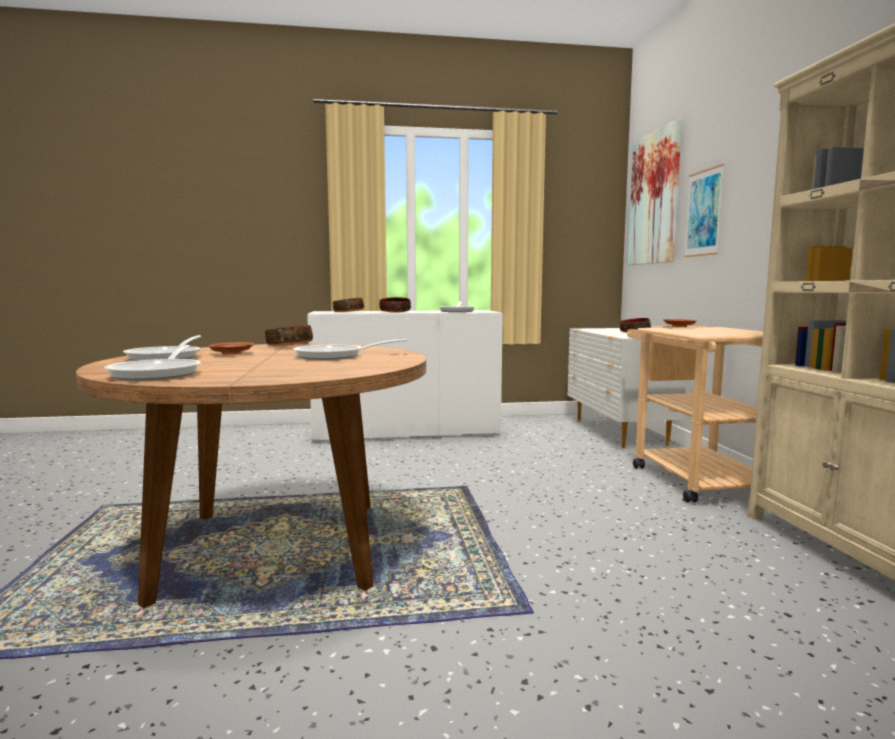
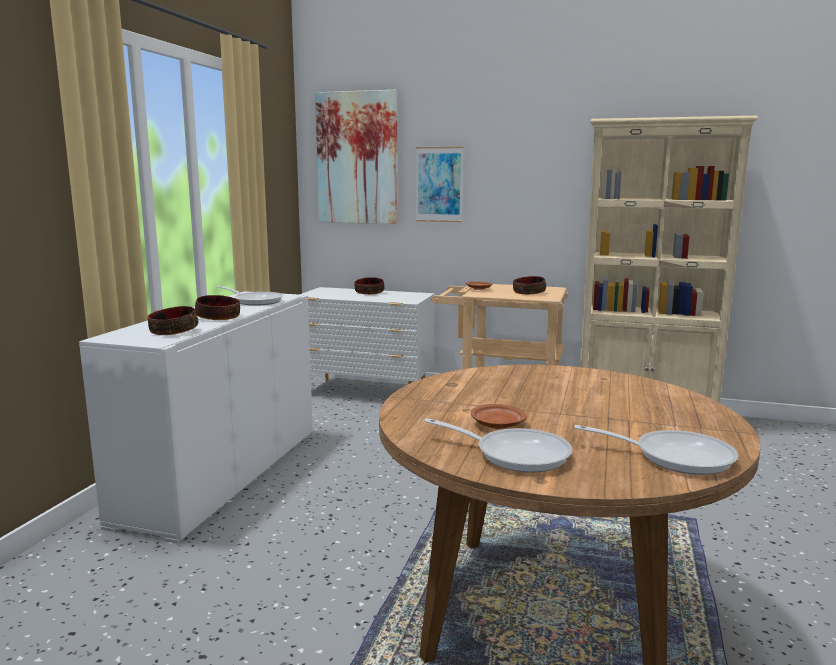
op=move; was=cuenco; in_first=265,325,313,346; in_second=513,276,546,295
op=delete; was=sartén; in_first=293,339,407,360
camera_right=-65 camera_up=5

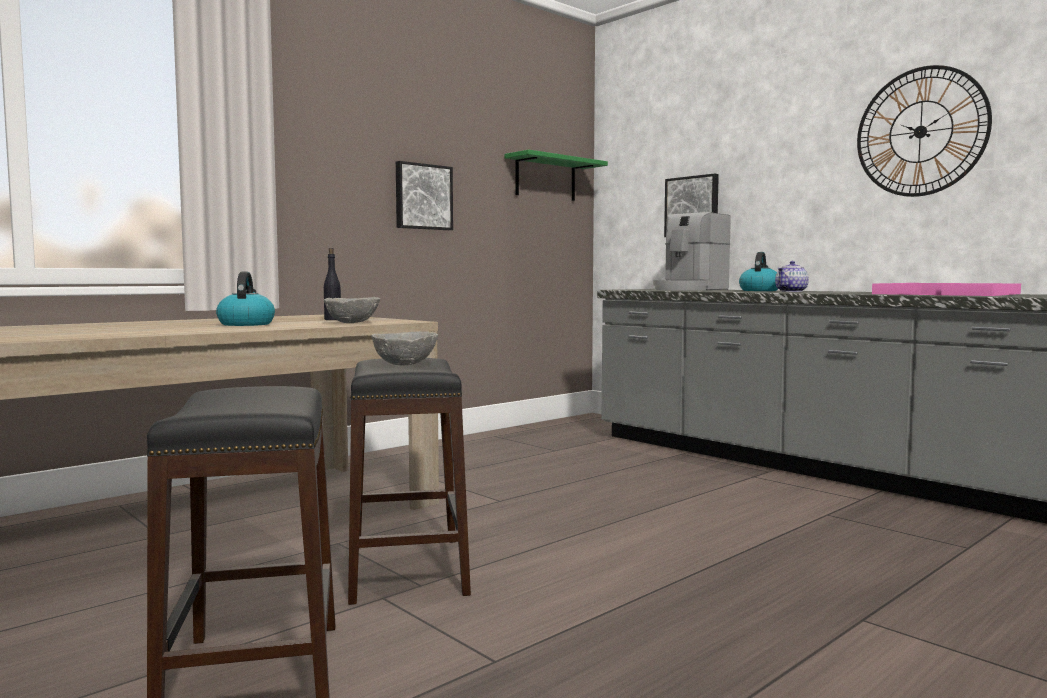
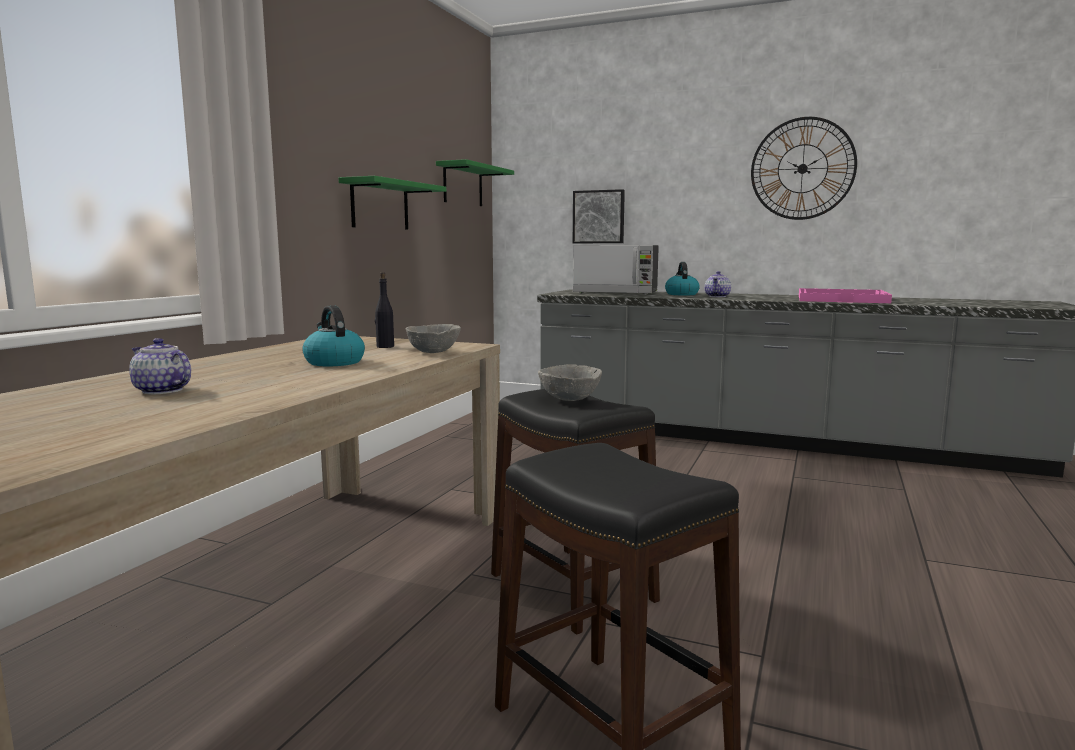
op=replace; was=cuadro; now=estante/verde; in_first=396,161,453,230; in_second=338,176,446,229
op=replace; was=cafetera; now=microondas; in_first=653,212,731,291; in_second=573,245,659,295
op=insert; now=tetera; in_second=129,338,191,394
camera_right=-25 camera_up=5

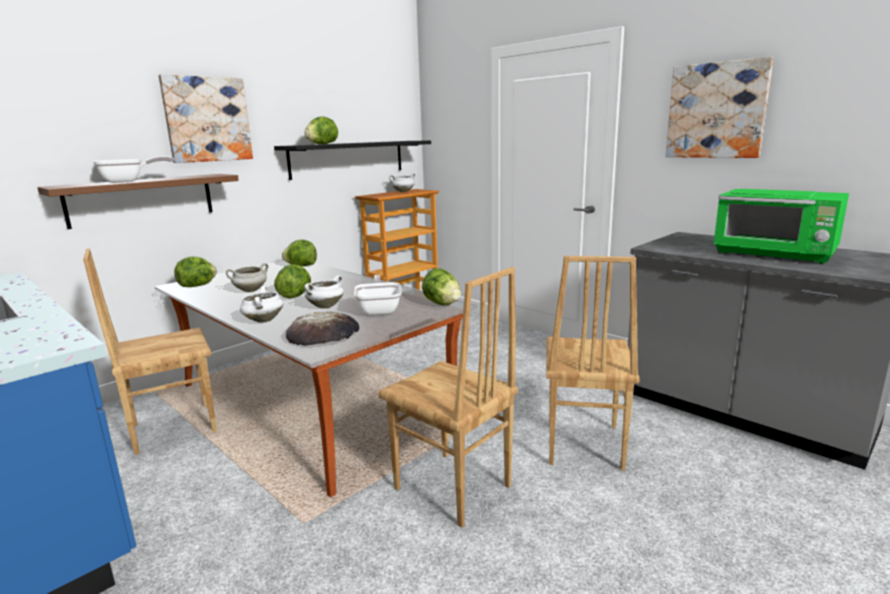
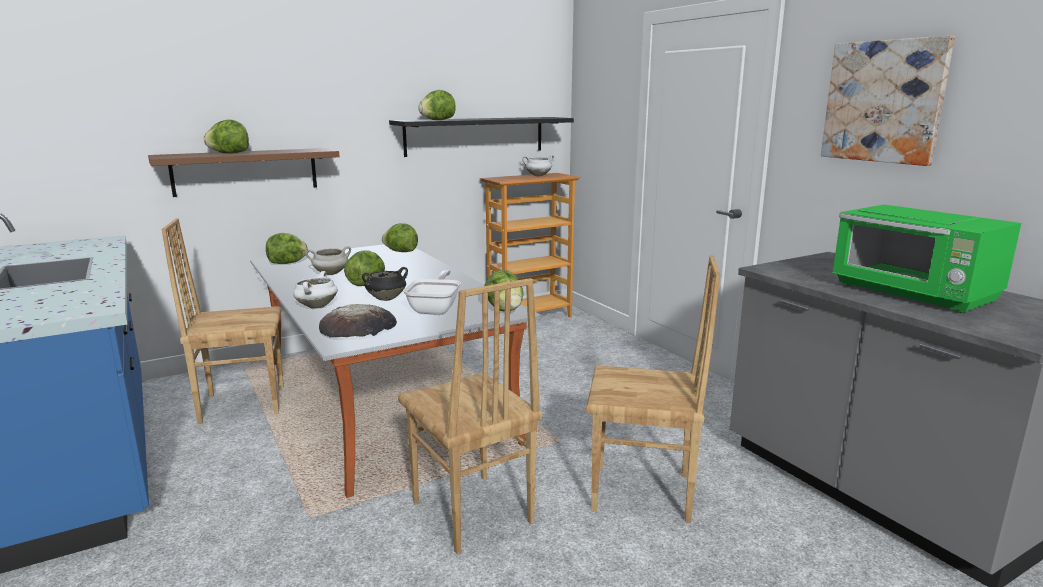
op=replace; was=sartén; now=lechuga; in_first=93,156,175,183; in_second=204,120,249,154
op=delete; was=cuadro; in_first=159,74,253,163
op=recolor; was=olla/blanco; now=olla/negro; in_first=304,275,344,308; in_second=362,267,408,301
op=rotate; was=silla/marrón; in_first=546,256,640,471; in_second=586,255,720,523; clockwise=-105
camera_right=15 camera_up=0

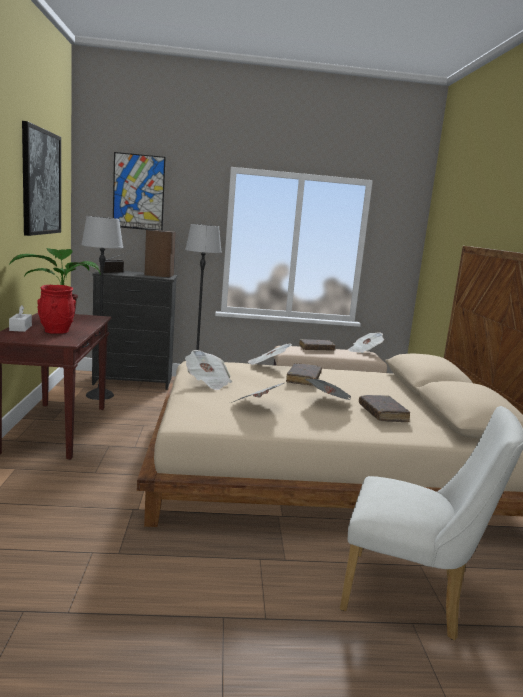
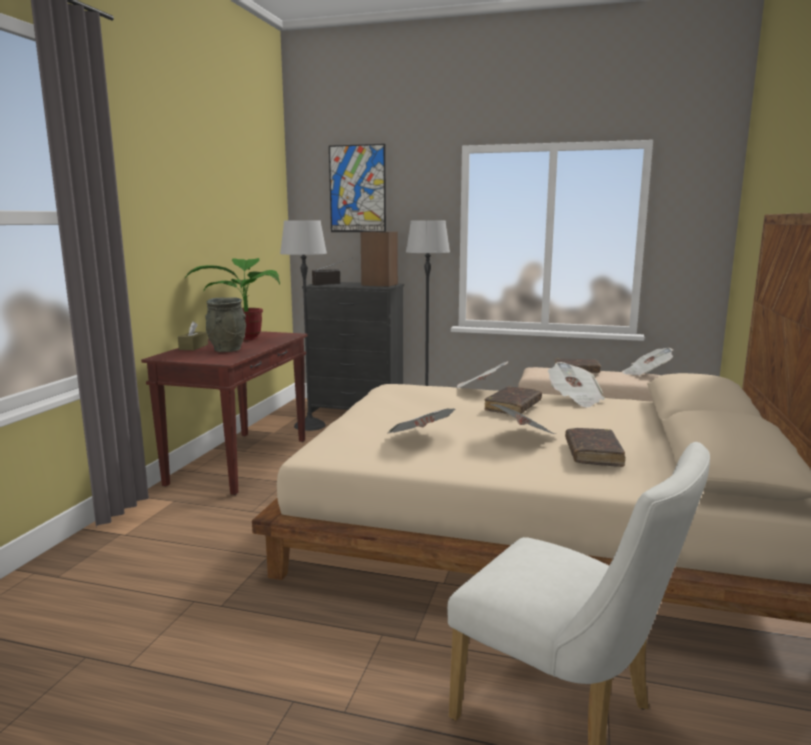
op=recolor; was=caja de pañuelos/blanco; now=caja de pañuelos/marrón; in_first=9,305,32,332; in_second=178,321,208,350
op=delete; was=cuadro; in_first=22,121,61,236
op=recolor; was=florero/rojo; now=florero/gris; in_first=37,285,76,334; in_second=205,297,246,352
op=move; was=periódico; in_first=185,350,232,390; in_second=548,362,605,408
camera_right=20 camera_up=0

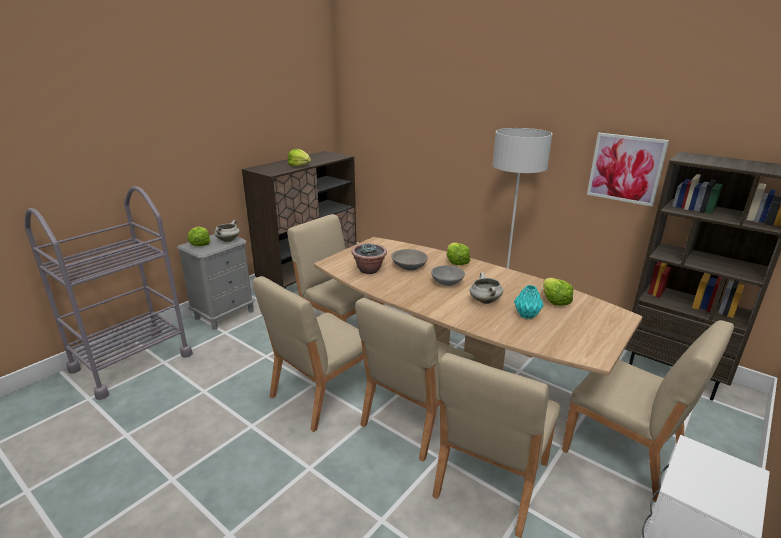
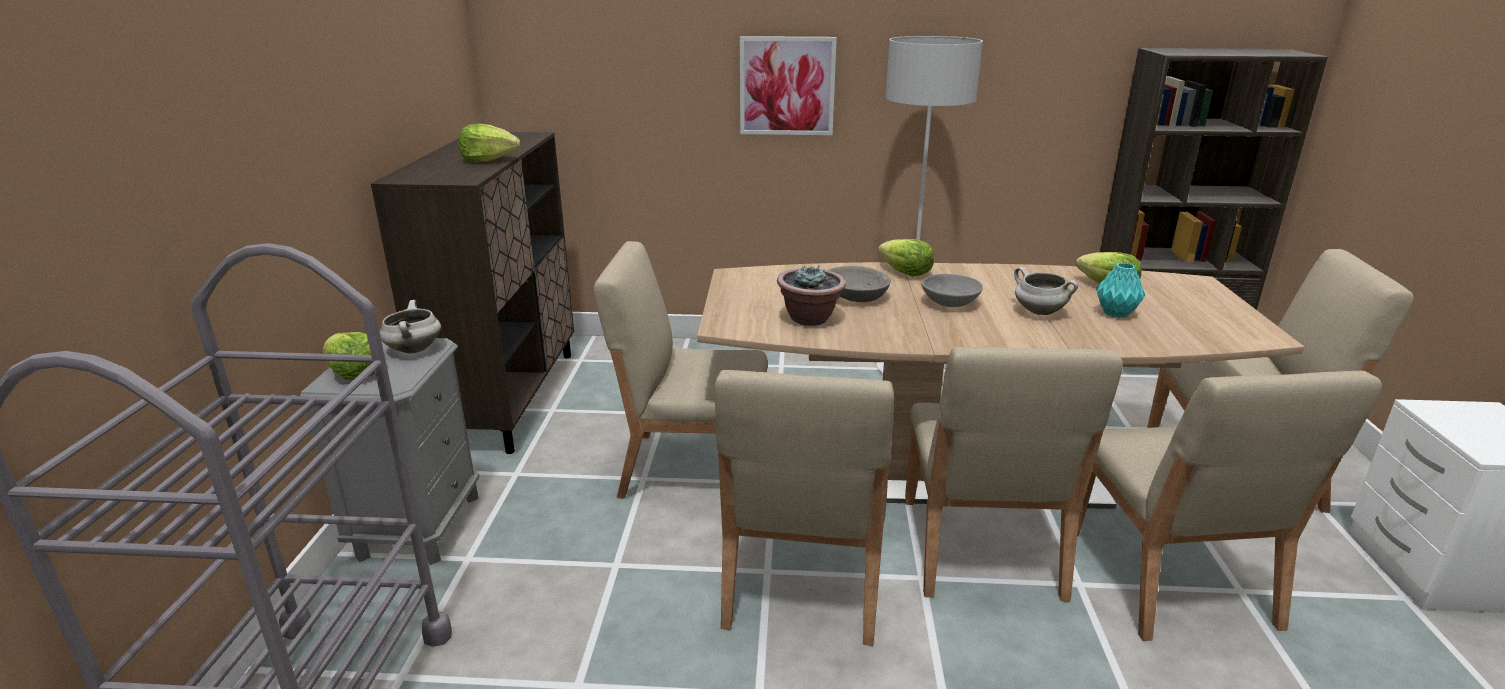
op=move; was=cuadro; in_first=587,133,669,206; in_second=740,36,837,135
camera_right=-35 camera_up=0

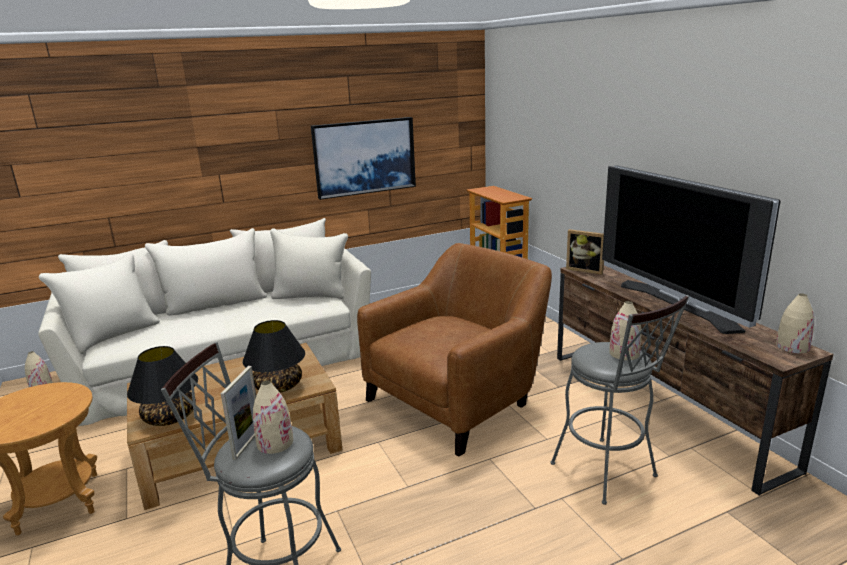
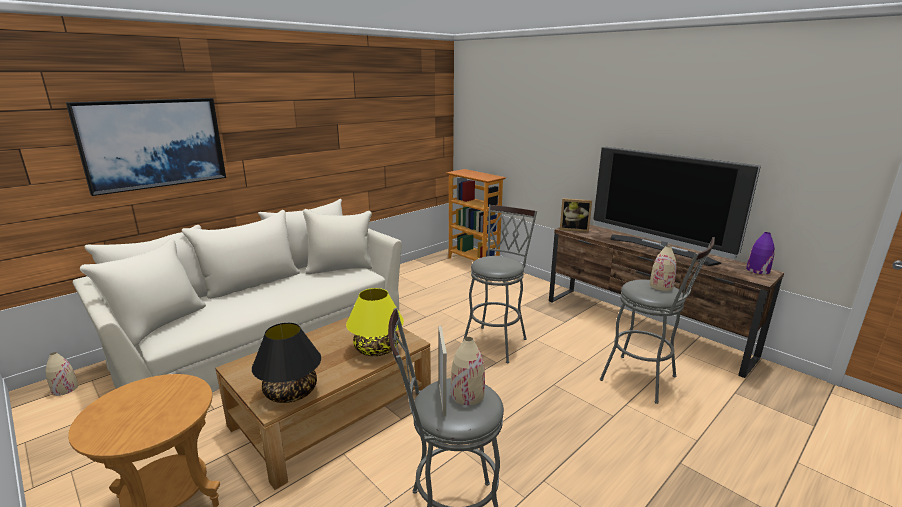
op=recolor; was=lámpara de mesa/negro; now=lámpara de mesa/amarillo; in_first=242,320,305,393; in_second=346,288,404,356
op=move; was=cuadro; in_first=311,117,416,200; in_second=66,98,226,196
op=replace; was=sillón/marrón; now=taburete/gris; in_first=357,243,552,456; in_second=463,204,537,363
op=recolor; was=florero/beis; now=florero/morado; in_first=776,294,814,354; in_second=746,232,775,274
camera_right=-20 camera_up=0

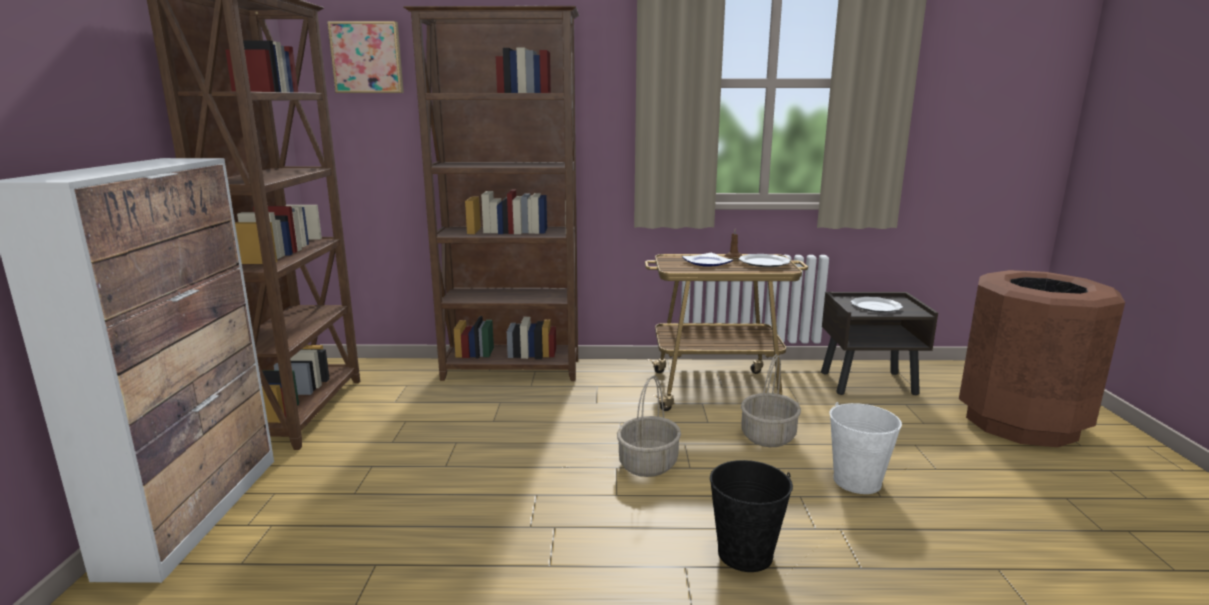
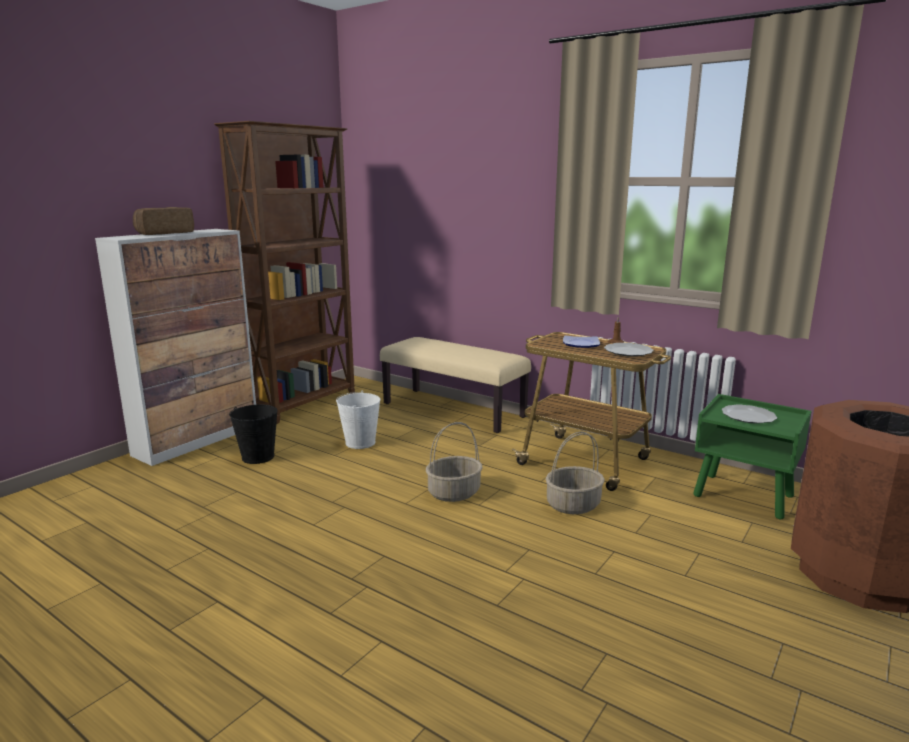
op=delete; was=cuadro; in_first=327,21,404,93
op=replace; was=estantería/marrón; now=banco/beis; in_first=403,6,579,381; in_second=380,337,531,433
op=move; was=cubo/negro; in_first=710,460,793,572; in_second=229,404,278,464
op=recolor; was=mesita de noche/marrón; now=mesita de noche/verde; in_first=821,292,938,395; in_second=693,394,812,519
op=move; was=cubo/blanco; in_first=829,402,902,494; in_second=336,391,380,449
op=insert; now=pan; in_second=133,207,194,235
camera_right=35 camera_up=0

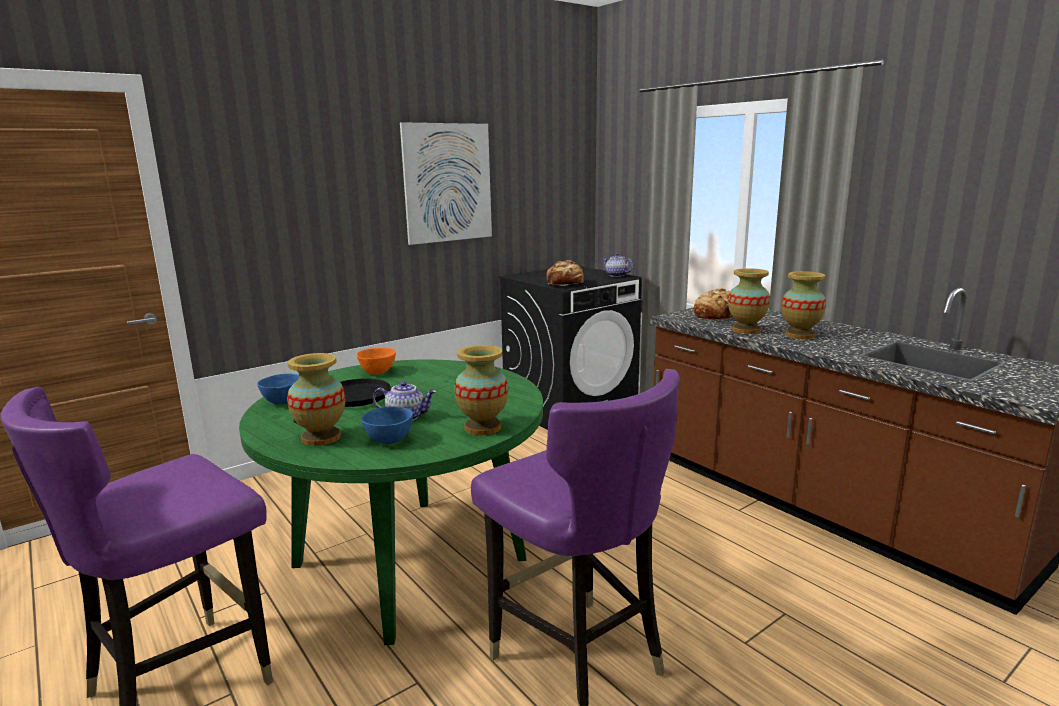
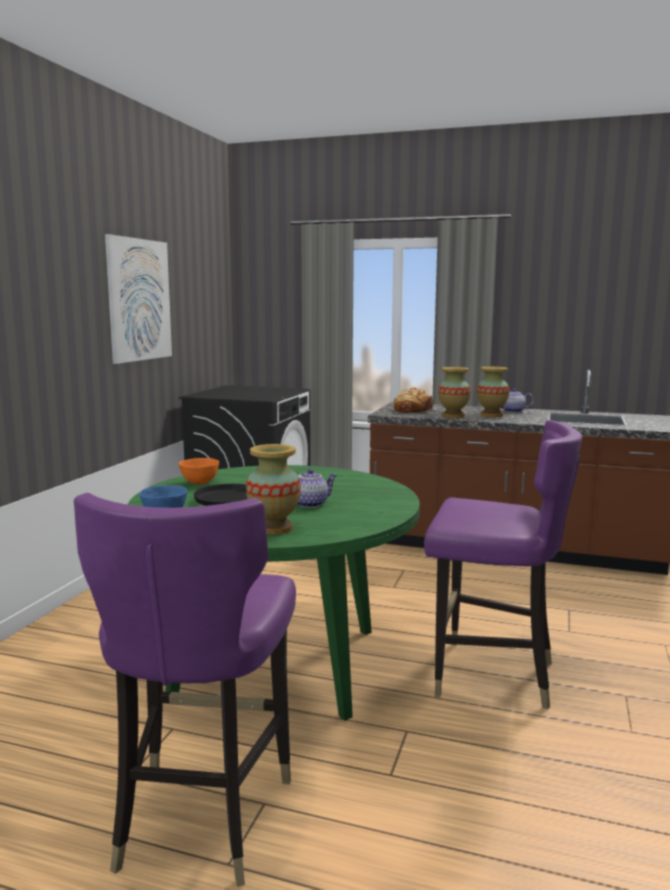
op=delete; was=cuenco/azul; in_first=361,407,413,444
op=delete; was=florero; in_first=454,345,508,435
op=delete; was=pan; in_first=546,260,584,286
op=move; was=tetera; in_first=602,253,633,277; in_second=501,389,534,413
camera_right=-35 camera_up=-5

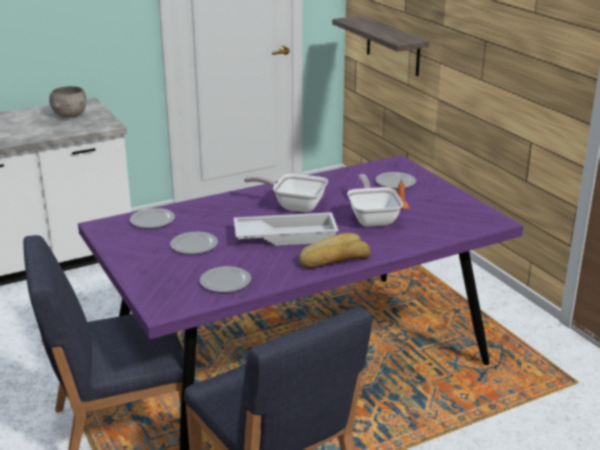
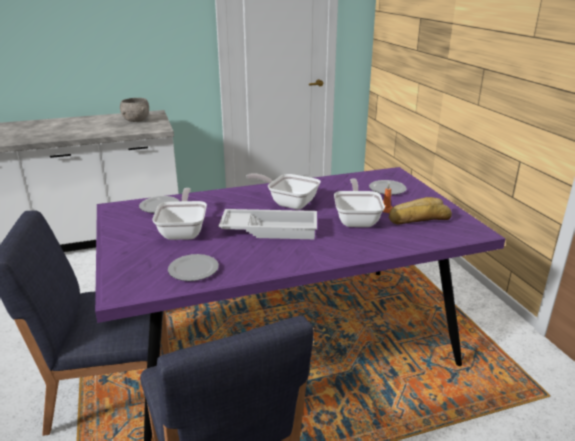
op=replace; was=plato; now=sartén; in_first=170,232,218,254; in_second=152,188,207,240
op=move; was=pan; in_first=299,233,371,269; in_second=389,197,452,224
op=delete; was=estante; in_first=332,15,429,76
camera_right=10 camera_up=0

